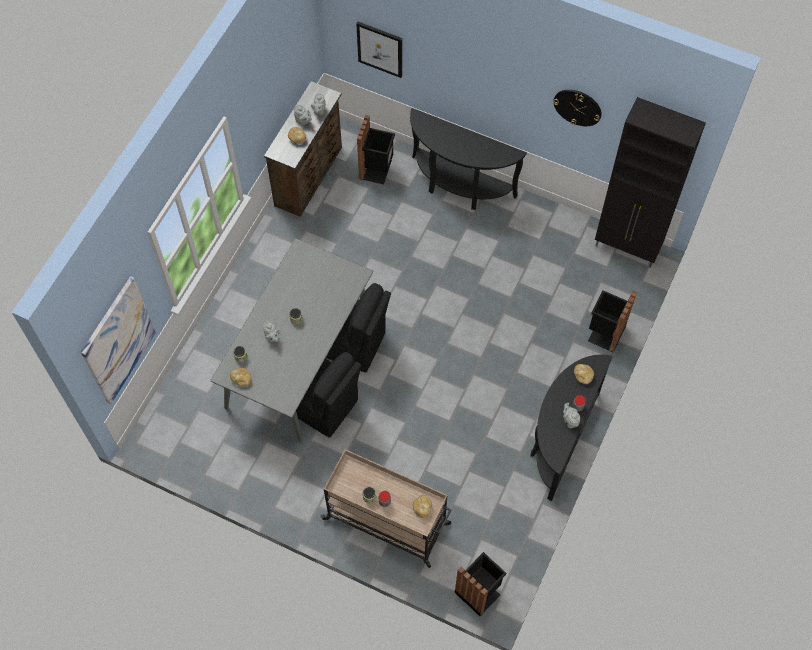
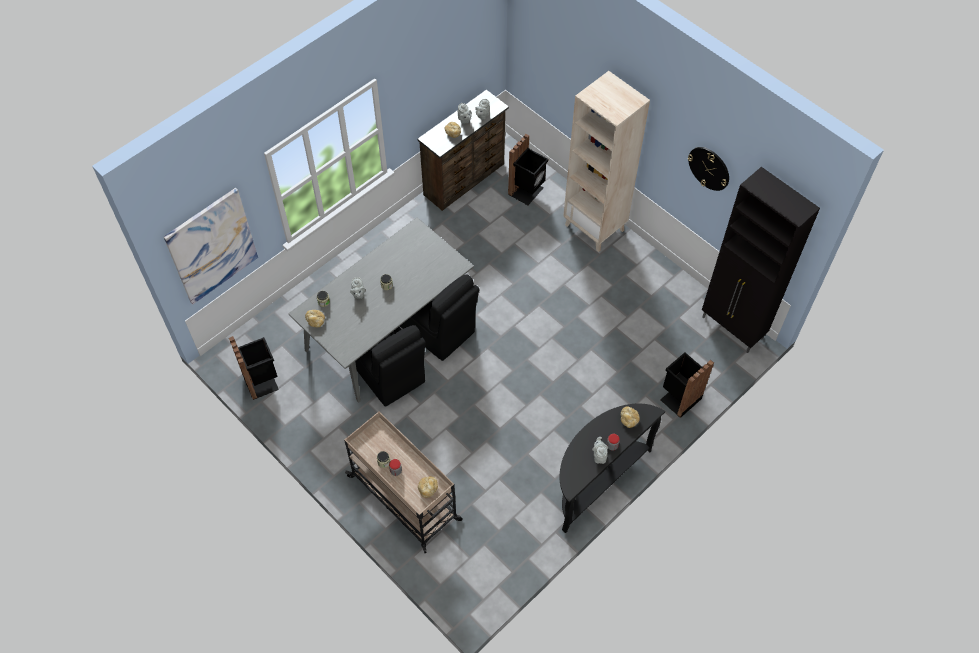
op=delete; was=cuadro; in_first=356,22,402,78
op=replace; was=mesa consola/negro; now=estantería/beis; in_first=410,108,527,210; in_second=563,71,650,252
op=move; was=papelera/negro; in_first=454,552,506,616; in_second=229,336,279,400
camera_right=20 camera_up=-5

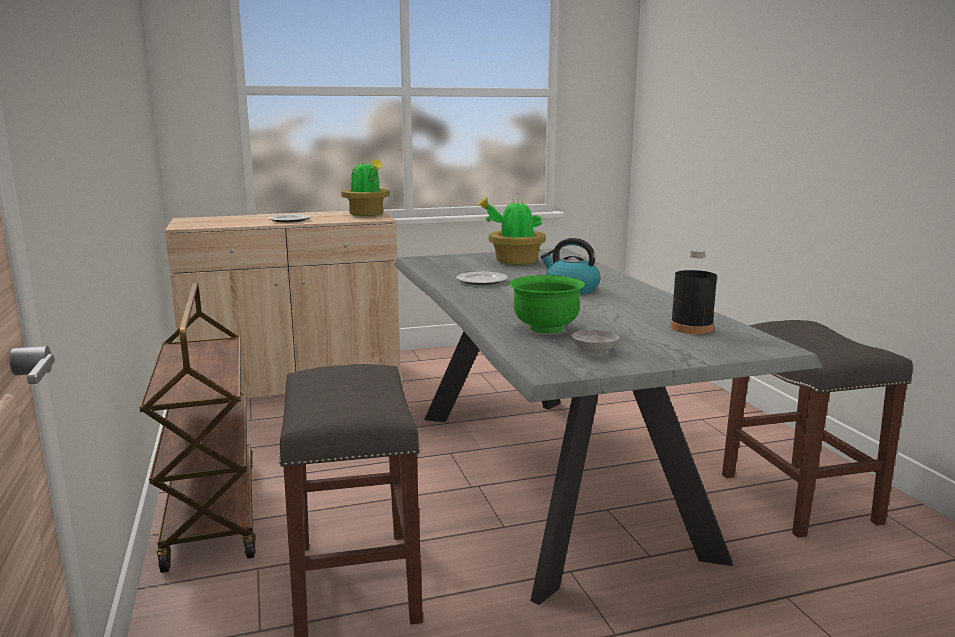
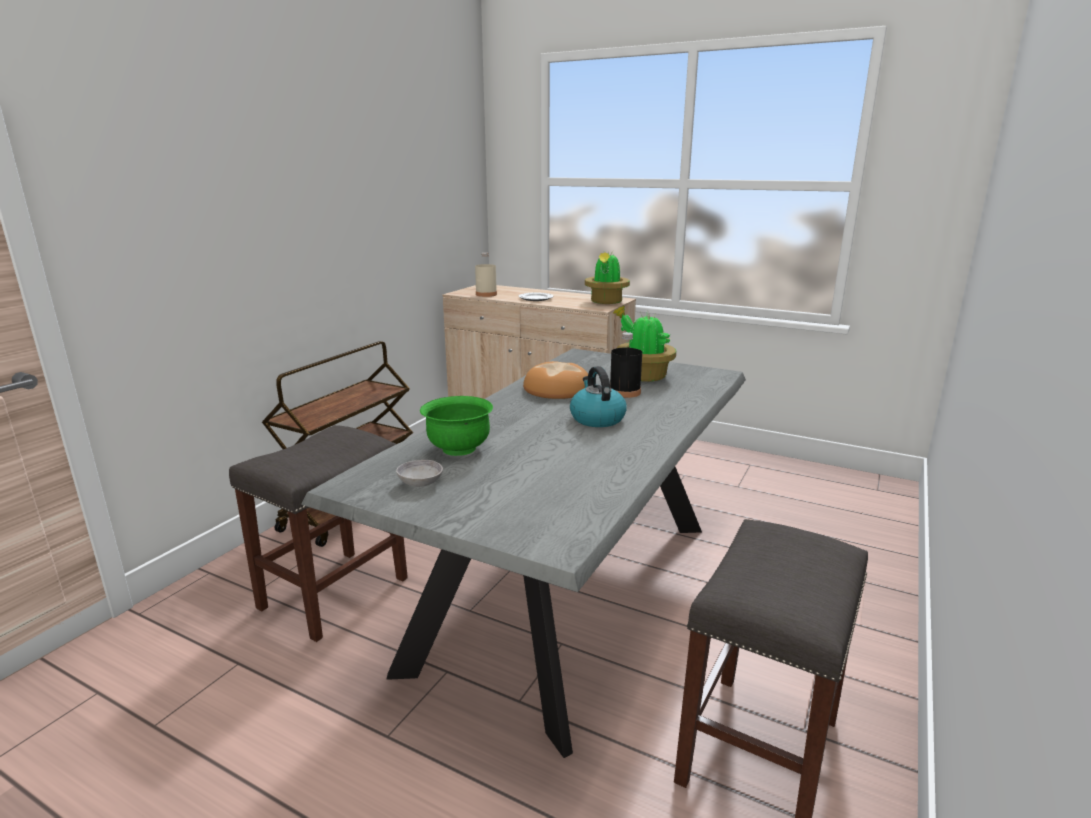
op=replace; was=plato; now=pan; in_first=456,272,508,285; in_second=523,361,588,399
op=move; was=botella/negro; in_first=670,249,717,334; in_second=610,332,642,398
op=insert; now=botella/beis; in_second=475,253,497,297
camera_right=45 camera_up=5

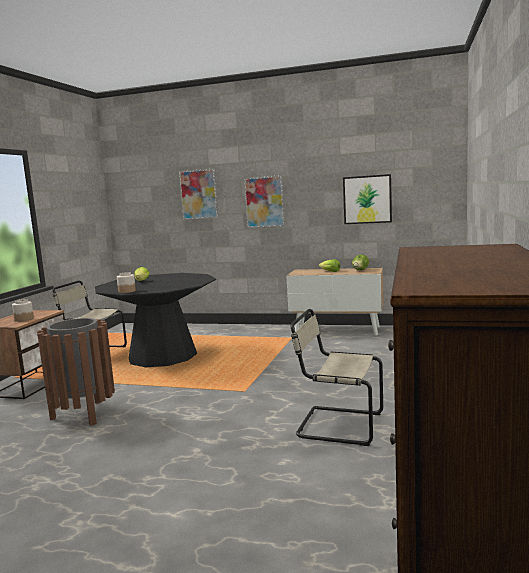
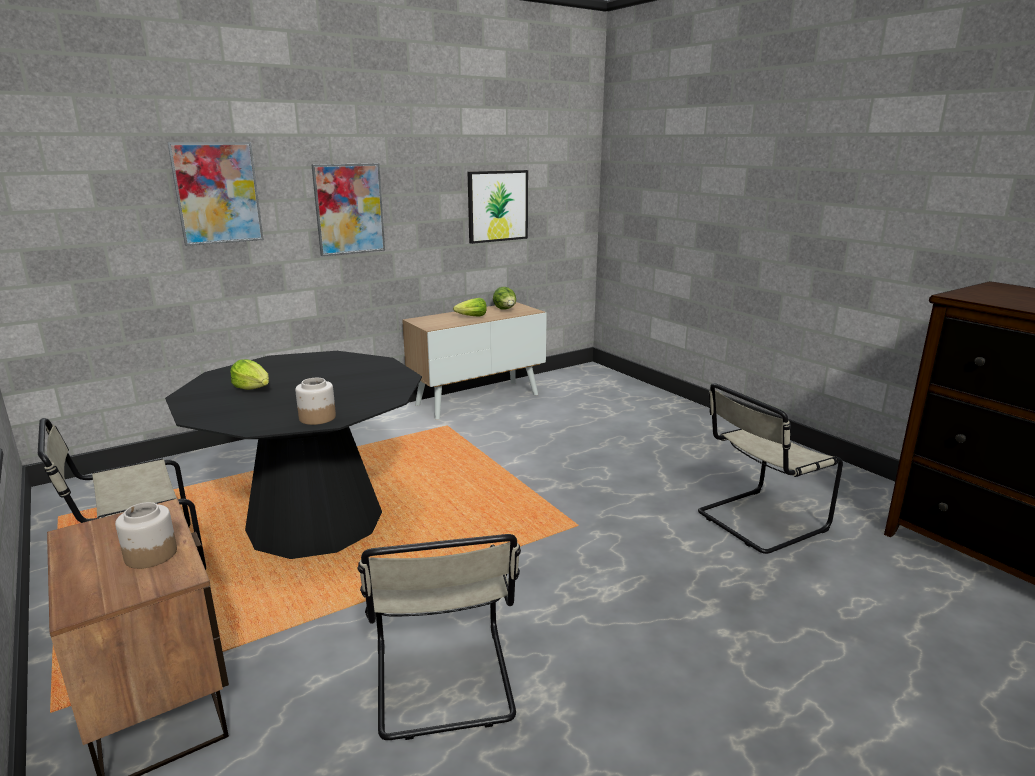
op=replace; was=papelera/marrón; now=silla/beis; in_first=37,318,115,426; in_second=358,534,521,740
camera_right=-50 camera_up=10

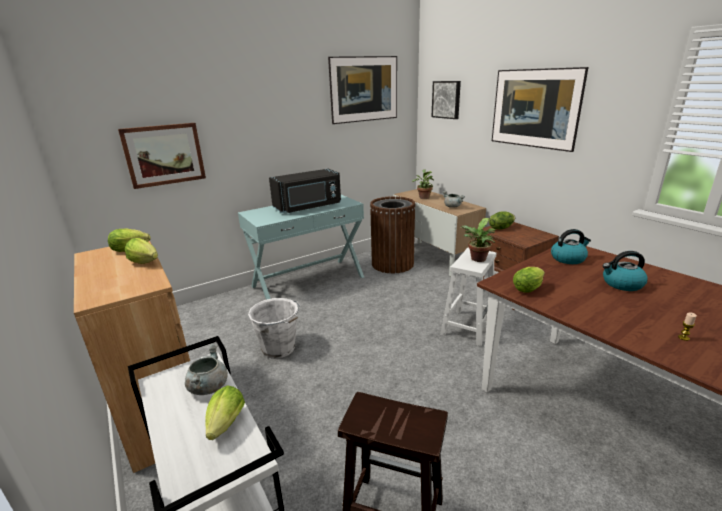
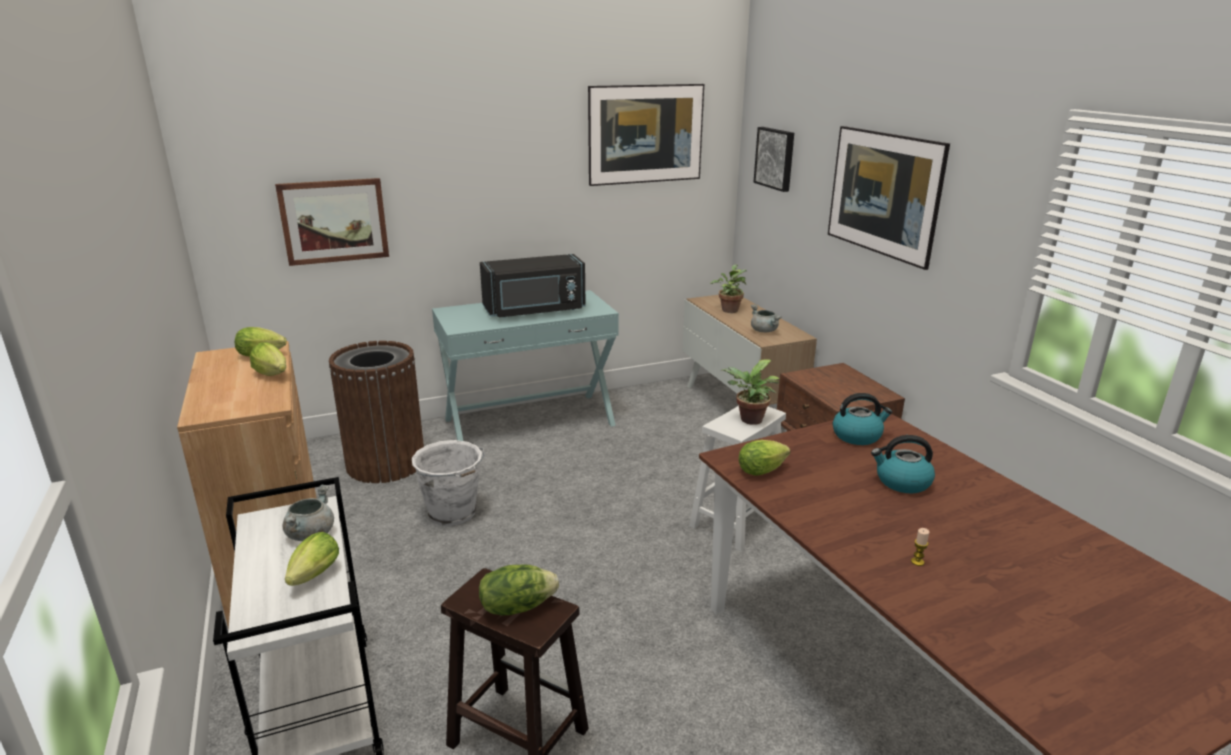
op=move; was=papelera/marrón; in_first=370,196,416,274; in_second=329,341,424,483
op=move; was=lechuga; in_first=489,211,515,230; in_second=479,564,559,615
camera_right=10 camera_up=0

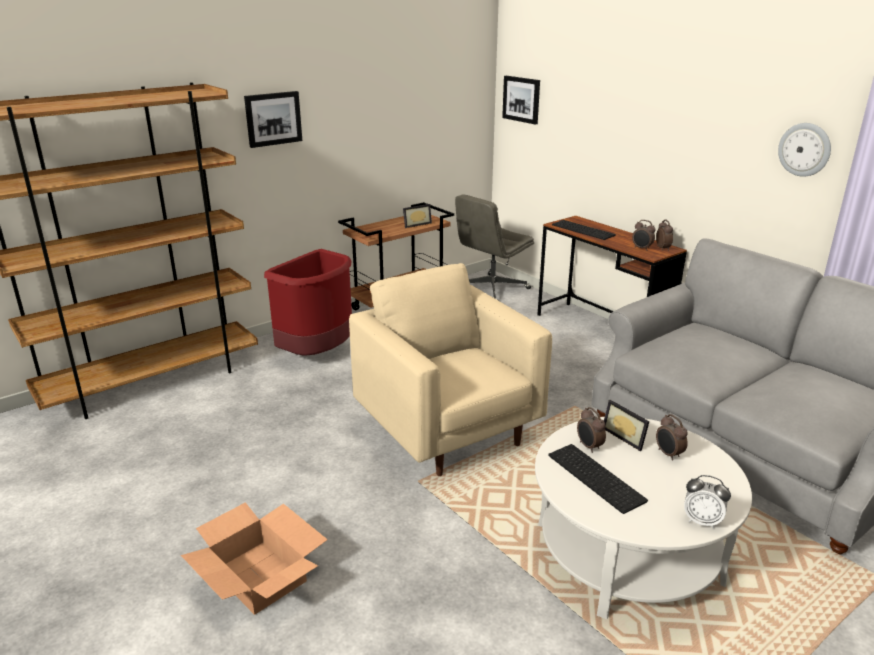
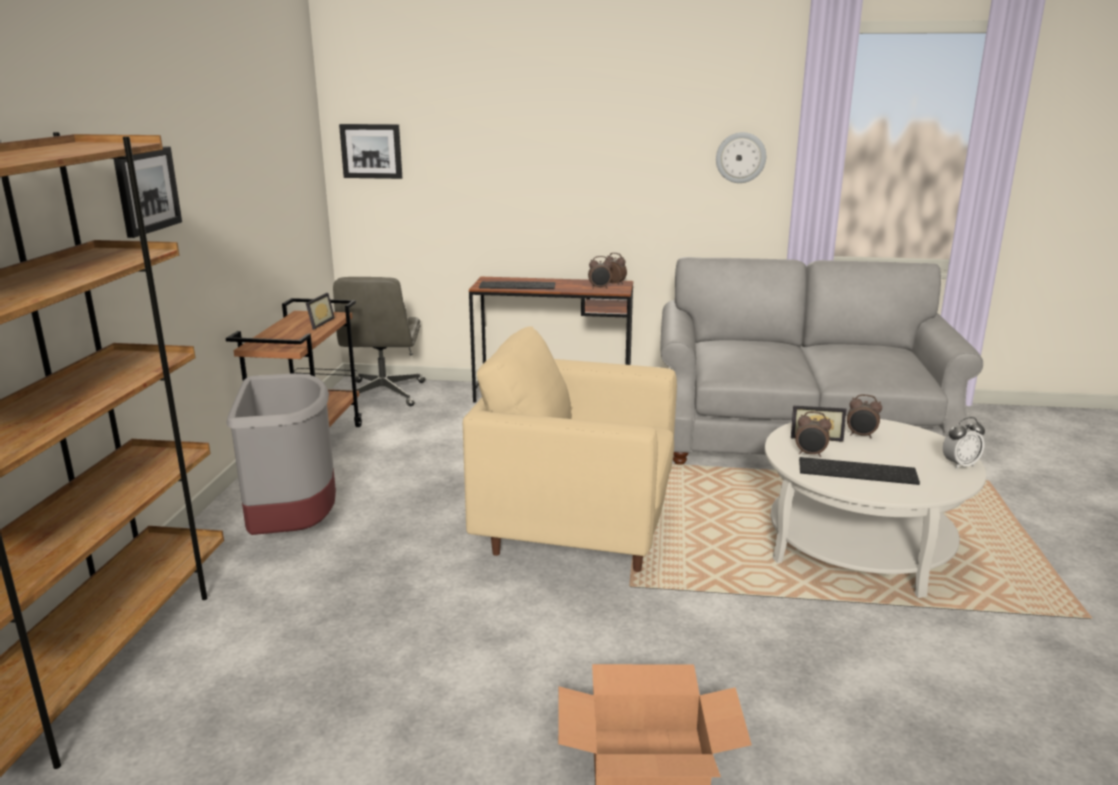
op=recolor; was=papelera/rojo; now=papelera/gris; in_first=264,249,352,356; in_second=226,373,336,535
camera_right=-45 camera_up=-5

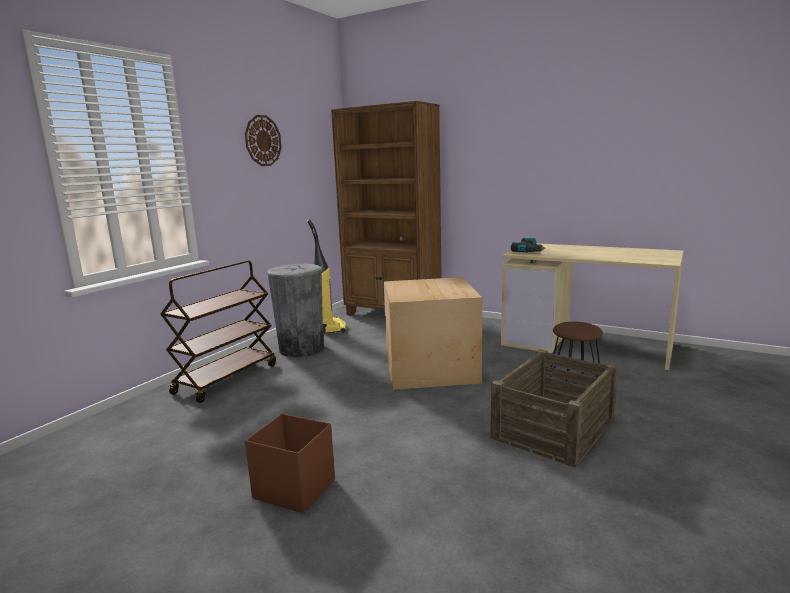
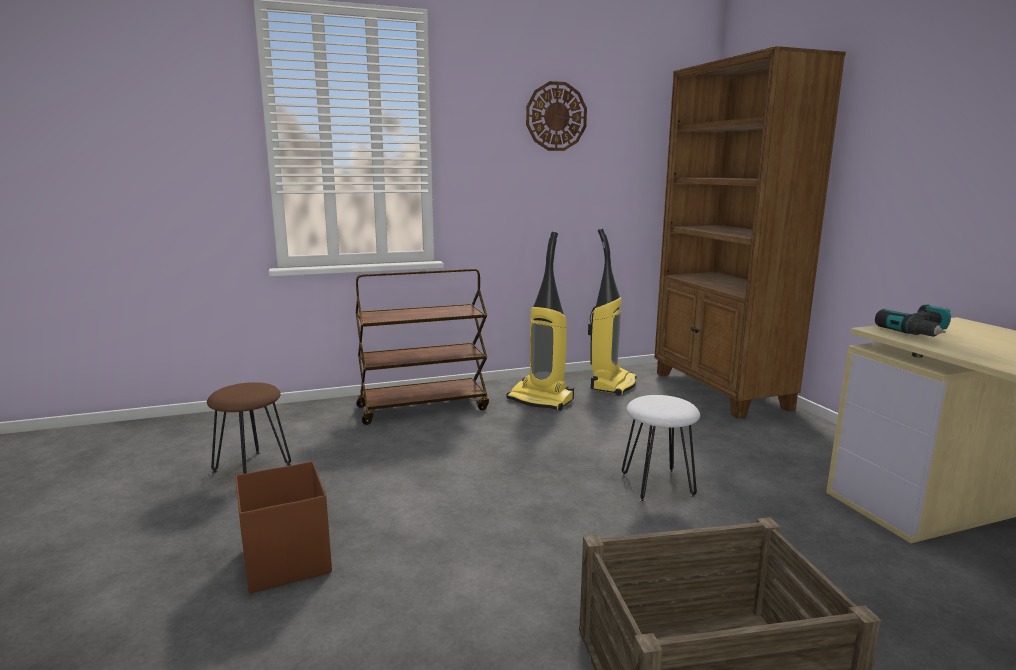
op=replace; was=papelera/gris; now=aspiradora; in_first=267,264,324,357; in_second=506,232,574,411
op=replace; was=caja de cartón; now=taburete/blanco; in_first=384,277,482,390; in_second=622,395,700,502
op=move; was=taburete/marrón; in_first=550,322,603,382; in_second=207,382,291,474
camera_right=40 camera_up=0

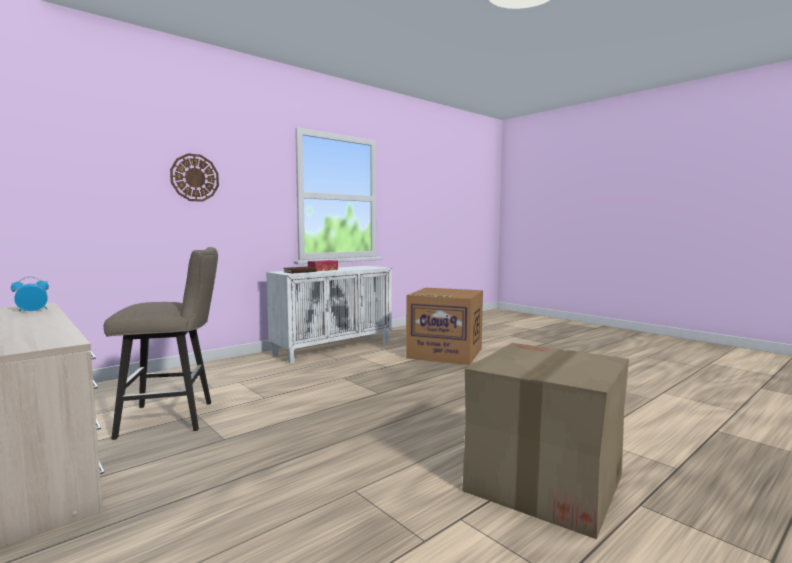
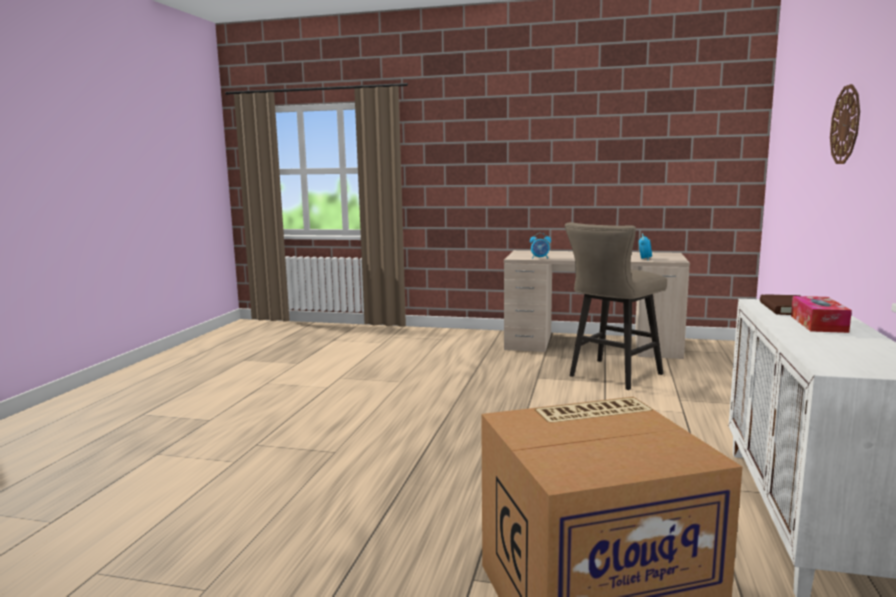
op=delete; was=caja de cartón; in_first=462,343,629,539
op=insert; now=despertador; in_second=530,233,551,259
camera_right=145 camera_up=5

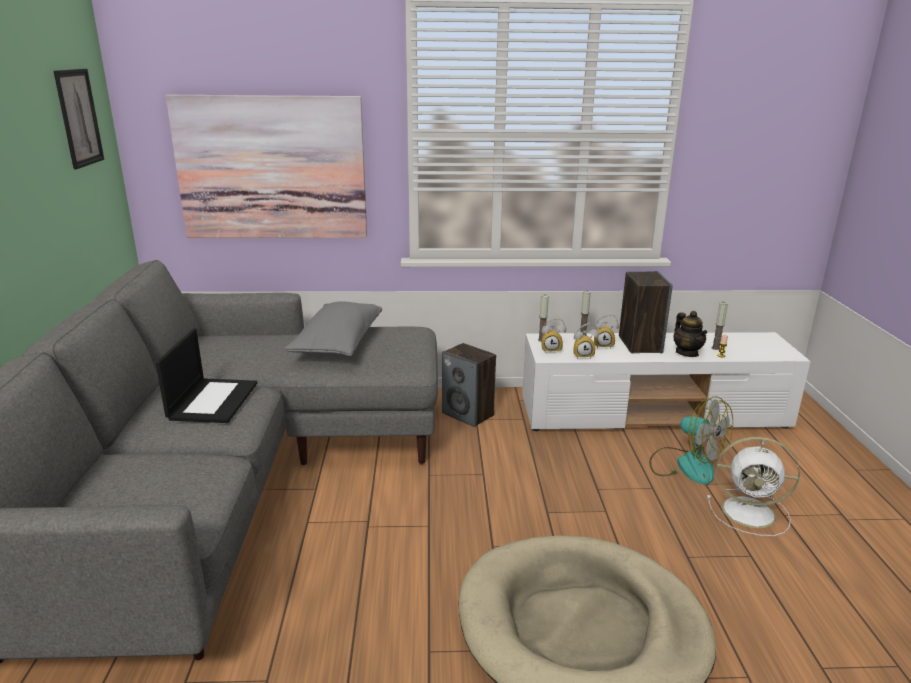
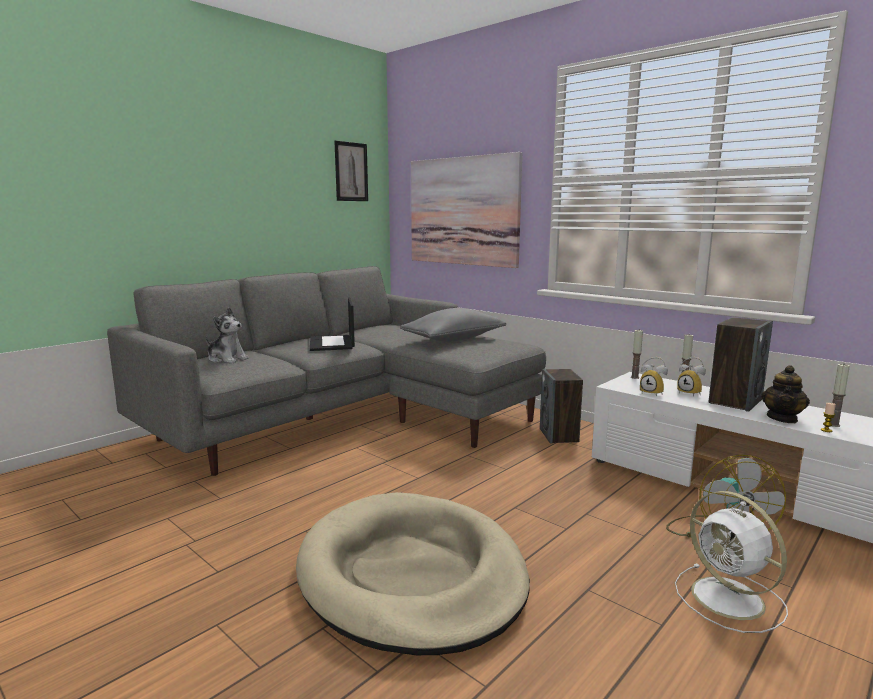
op=rotate; was=portátil; in_first=156,329,257,423; in_second=310,297,355,351; clockwise=120
op=delete; was=despertador; in_first=542,318,566,353
op=insert; now=peluche; in_second=206,307,249,364
camera_right=45 camera_up=-10

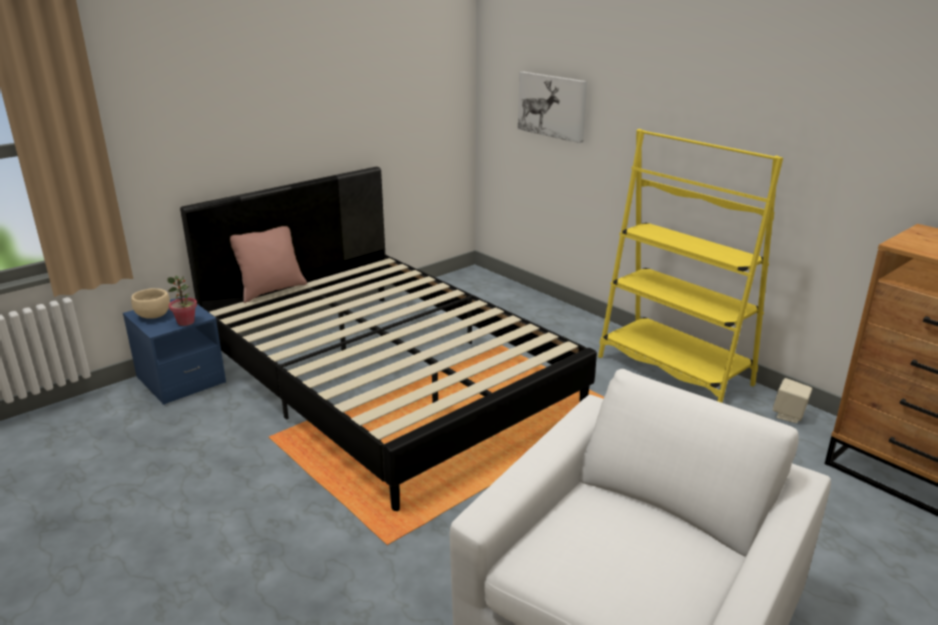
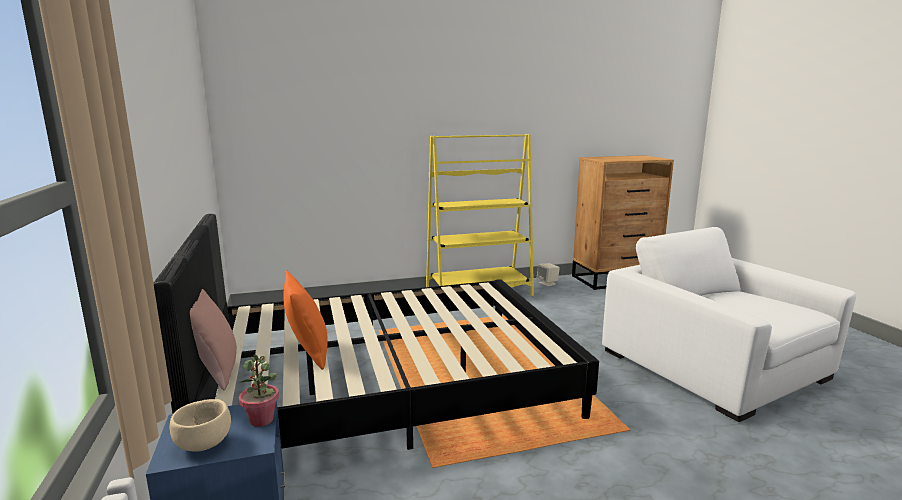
op=delete; was=cuadro; in_first=518,72,587,143
op=insert; now=cojín/naranja; in_second=283,271,328,370
camera_right=-65 camera_up=-10

